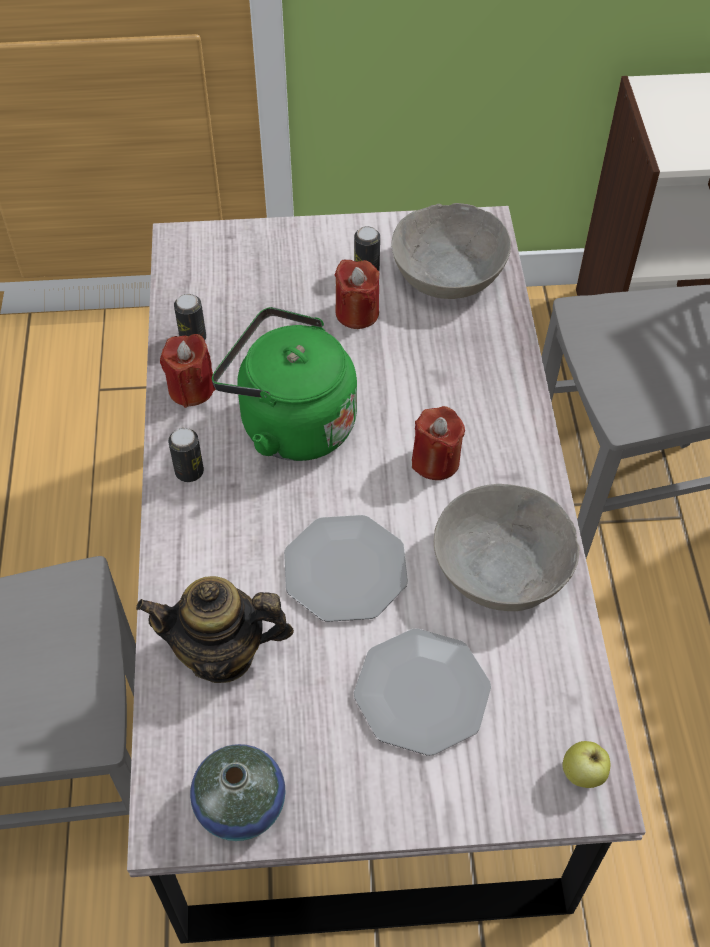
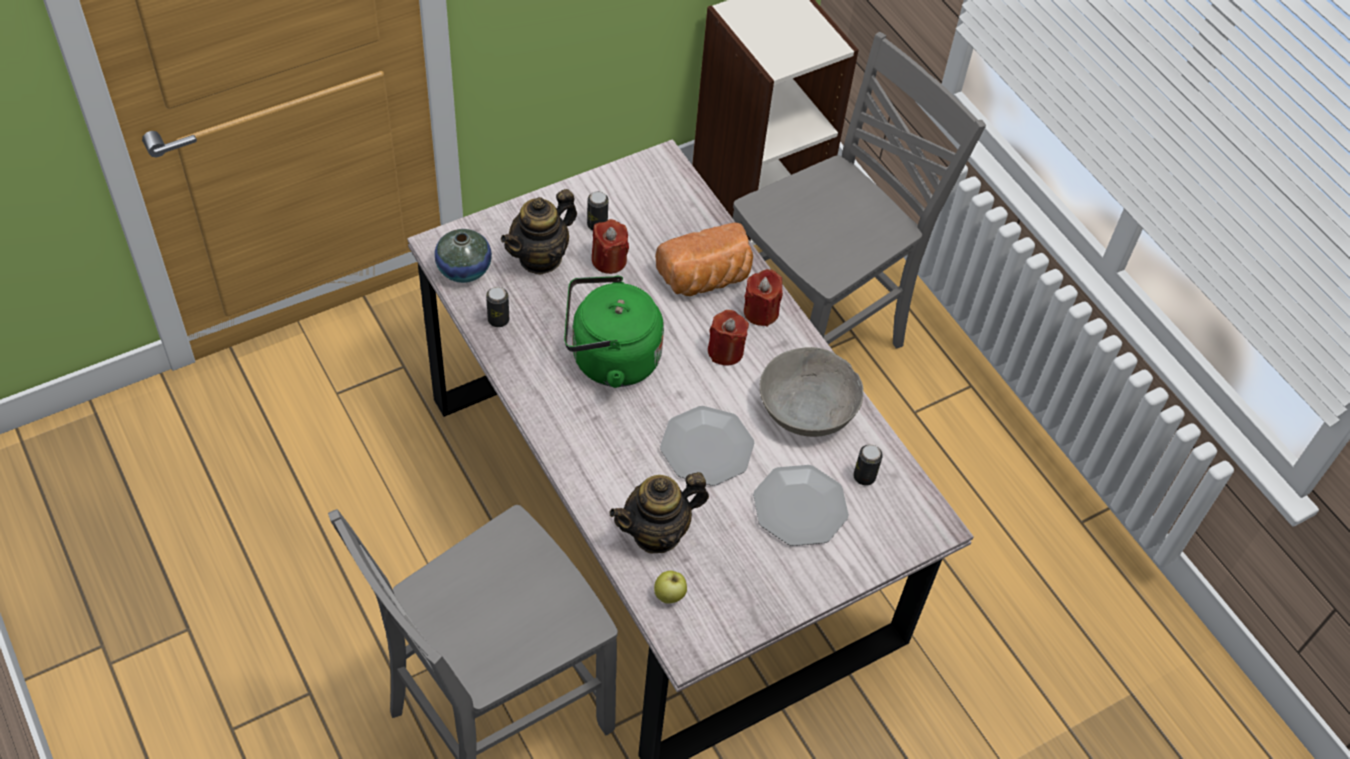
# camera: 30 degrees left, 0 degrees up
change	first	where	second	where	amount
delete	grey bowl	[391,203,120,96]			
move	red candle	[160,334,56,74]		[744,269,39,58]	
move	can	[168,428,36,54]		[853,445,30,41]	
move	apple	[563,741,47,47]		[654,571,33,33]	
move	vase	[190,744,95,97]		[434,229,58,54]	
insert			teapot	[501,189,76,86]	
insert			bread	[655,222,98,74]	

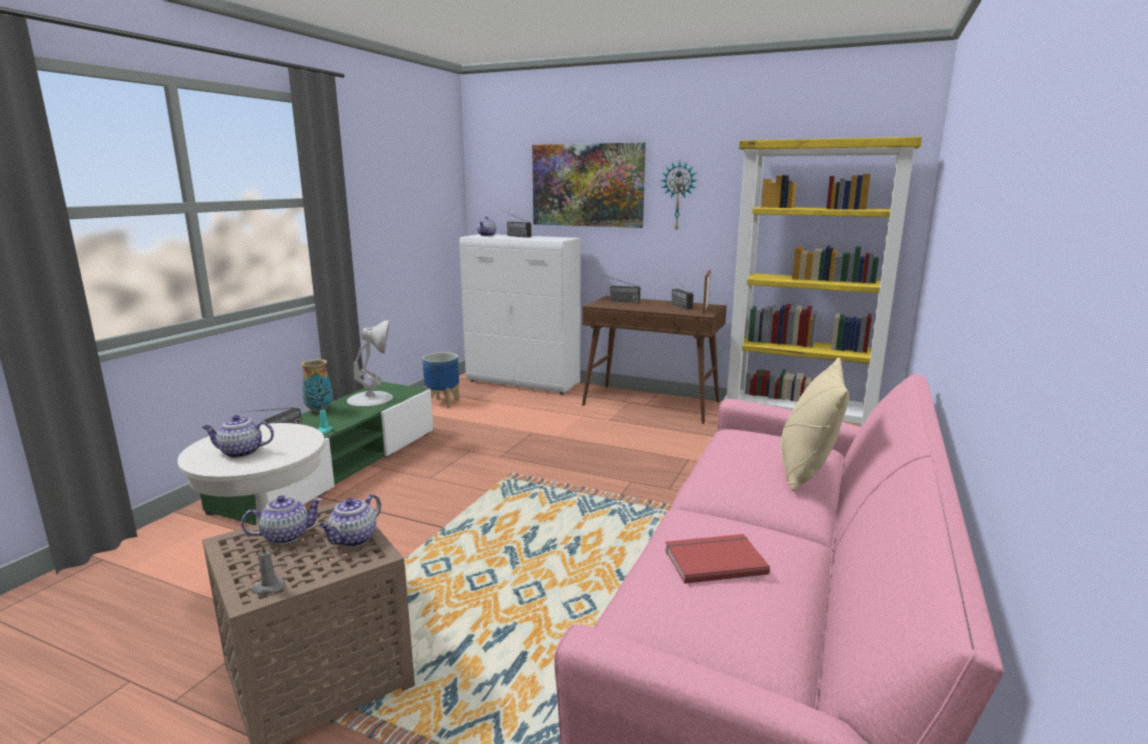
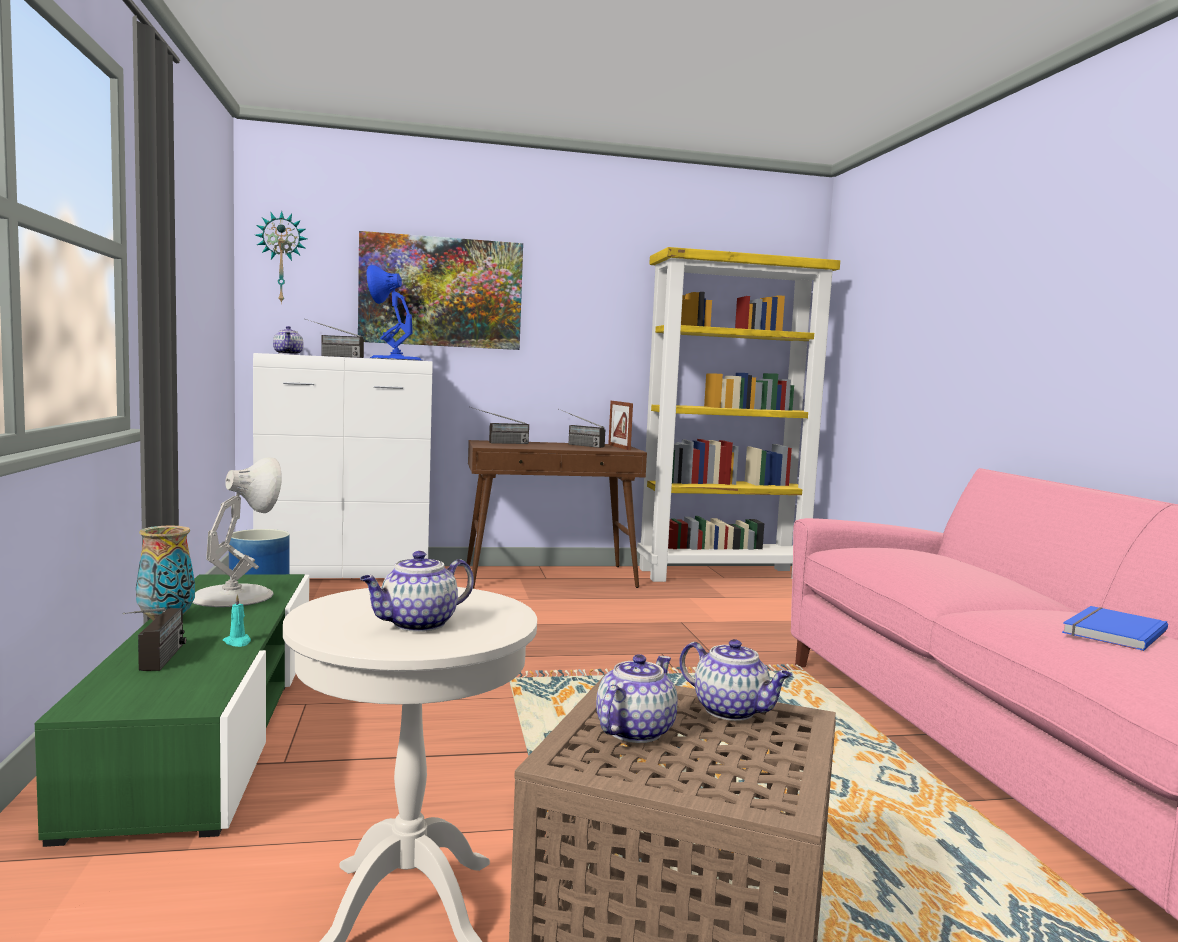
# camera: 35 degrees left, 10 degrees down
change	first	where	second	where	amount
move	wall clock	[660,161,38,71]		[256,211,51,93]	
delete	beige pillow	[781,358,68,133]			
rotate	teapot	[319,494,62,53]		[679,639,113,82]	45 degrees counterclockwise
recolor	red book	[665,534,105,50]	blue book	[1062,606,106,45]	
delete	grey candle	[251,543,34,52]			
insert			blue table lamp	[367,265,56,96]	

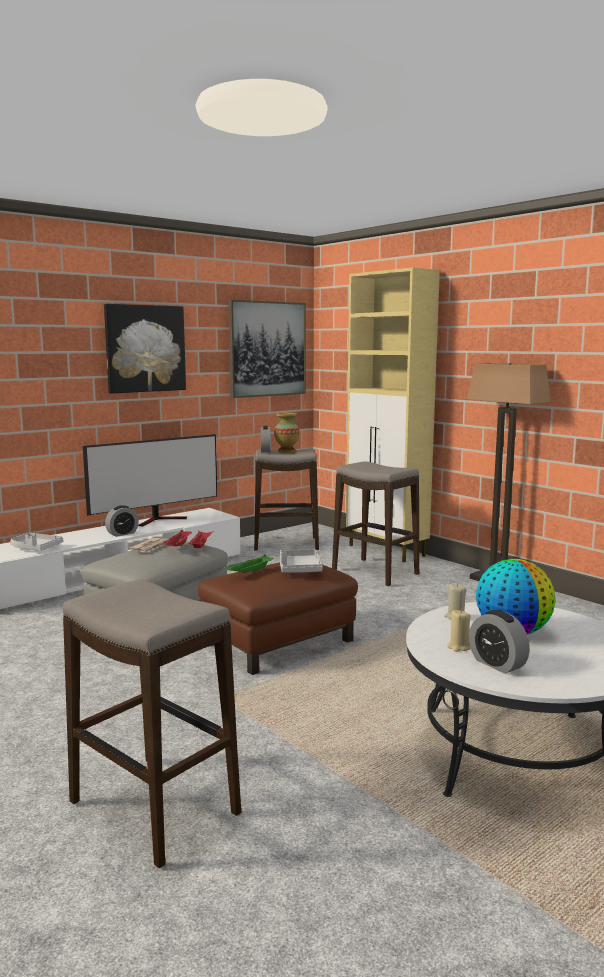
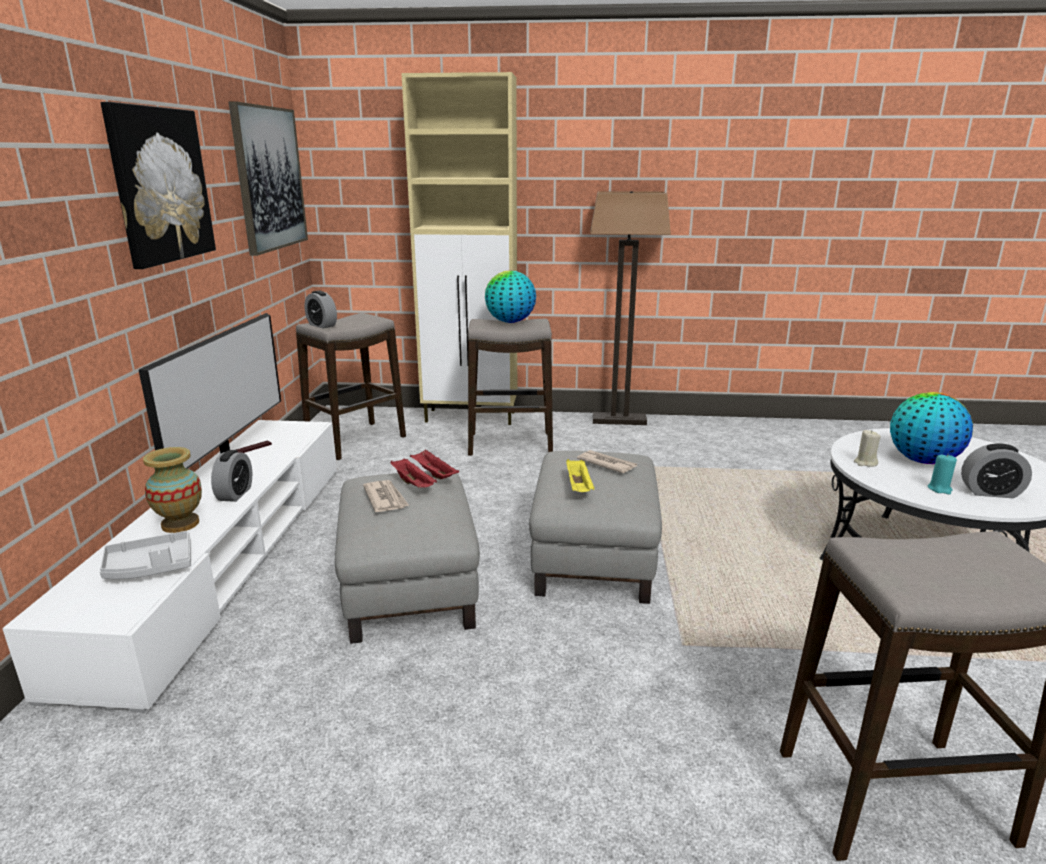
# camera: 45 degrees left, 10 degrees up
change	first	where	second	where	amount
move	vase	[274,413,25,40]		[143,447,59,86]	
replace	grey tray	[280,550,42,23]	newspaper	[577,450,60,24]	
recolor	green tray	[225,555,48,18]	yellow tray	[566,459,28,33]	
recolor	brown ottoman	[198,562,160,113]	grey ottoman	[529,451,133,153]	
recolor	beige candle	[447,610,24,42]	turquoise candle	[928,455,29,39]	
insert			globe	[485,271,51,52]	

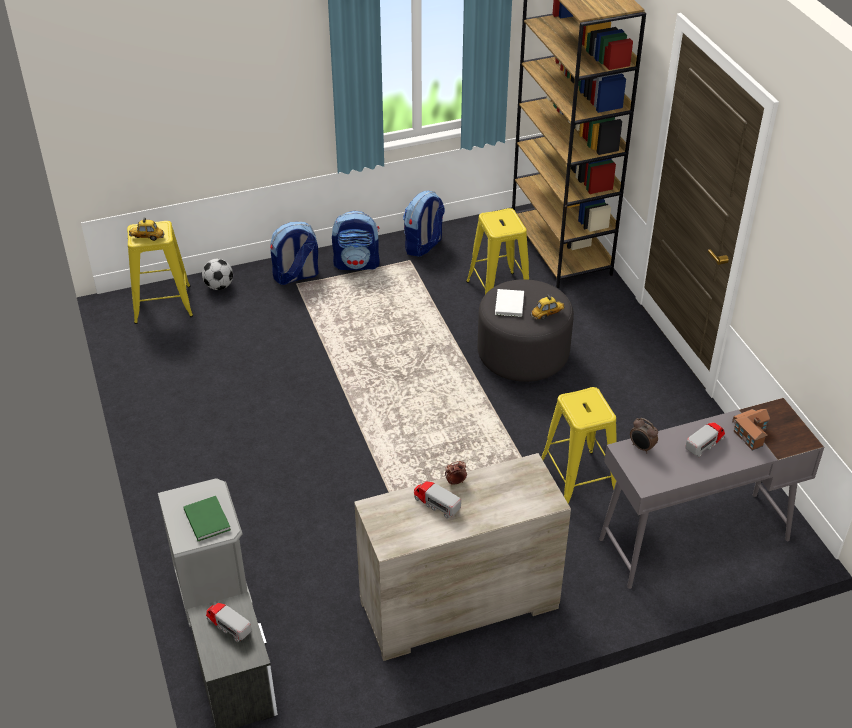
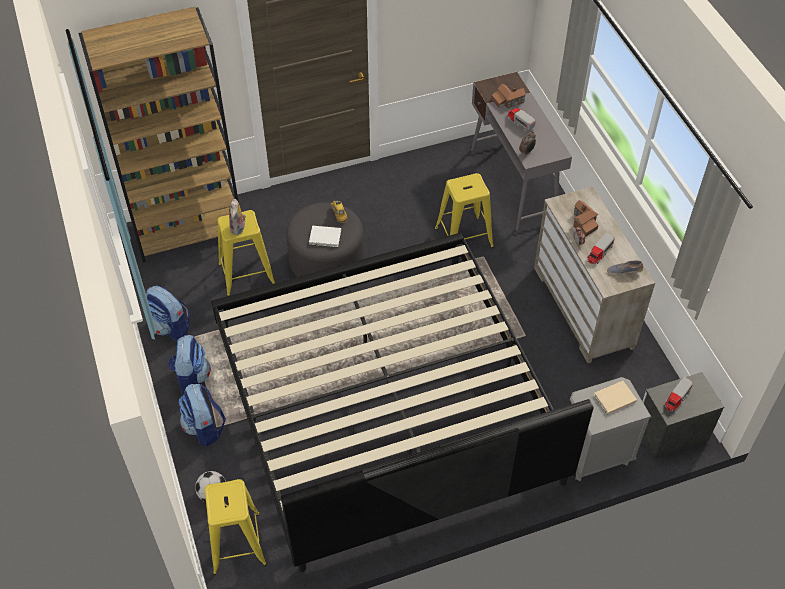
# camera: 90 degrees left, 10 degrees up
change	first	where	second	where	amount
delete	toy car	[129,217,35,24]			
recolor	green book	[184,496,47,45]	beige book	[594,381,43,34]	
insert			plush toy	[229,199,17,36]	
insert			toy house	[573,200,25,37]	
insert			bed	[211,233,382,339]	
insert			shoe	[607,261,36,14]	

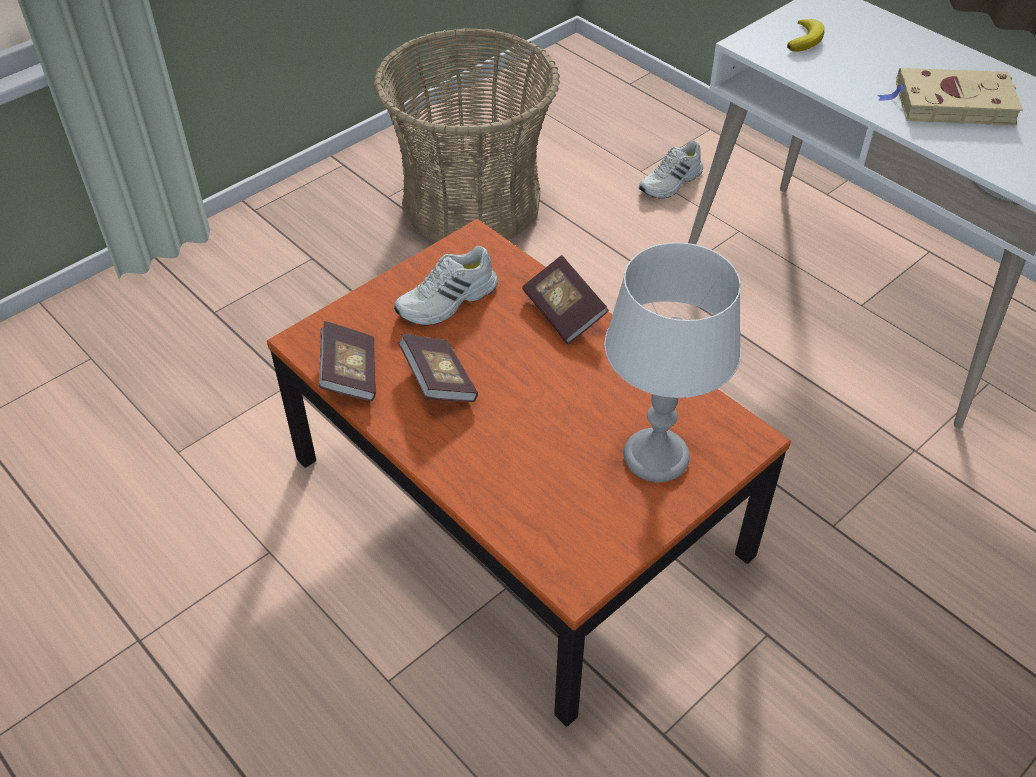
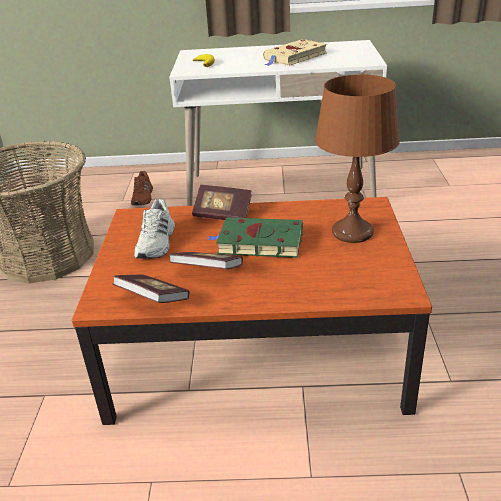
# camera: 45 degrees left, 15 degrees down
change	first	where	second	where	amount
recolor	white shoe	[639,140,64,59]	brown shoe	[131,171,22,34]	
recolor	grey table lamp	[604,242,137,240]	brown table lamp	[315,74,85,169]	
insert			green book	[208,217,95,41]	

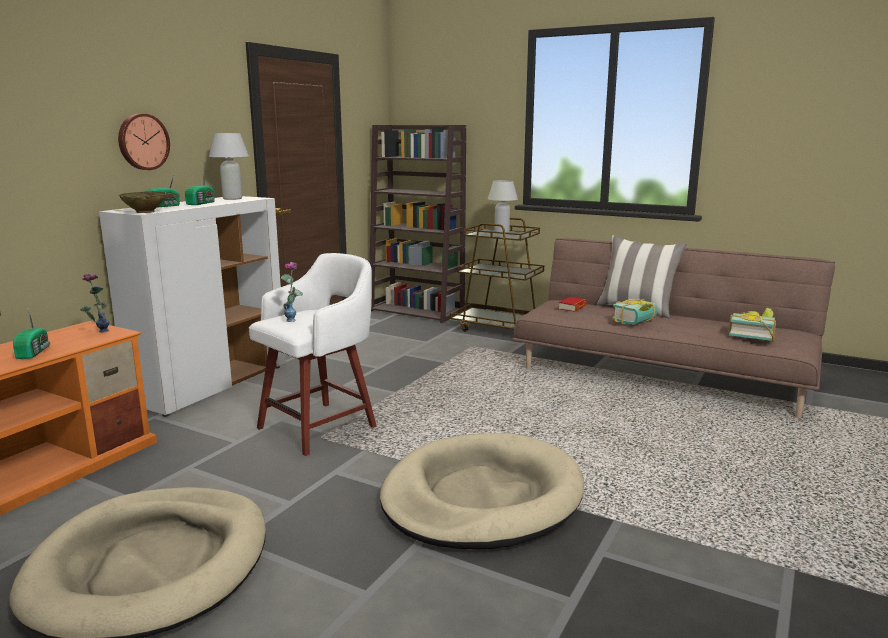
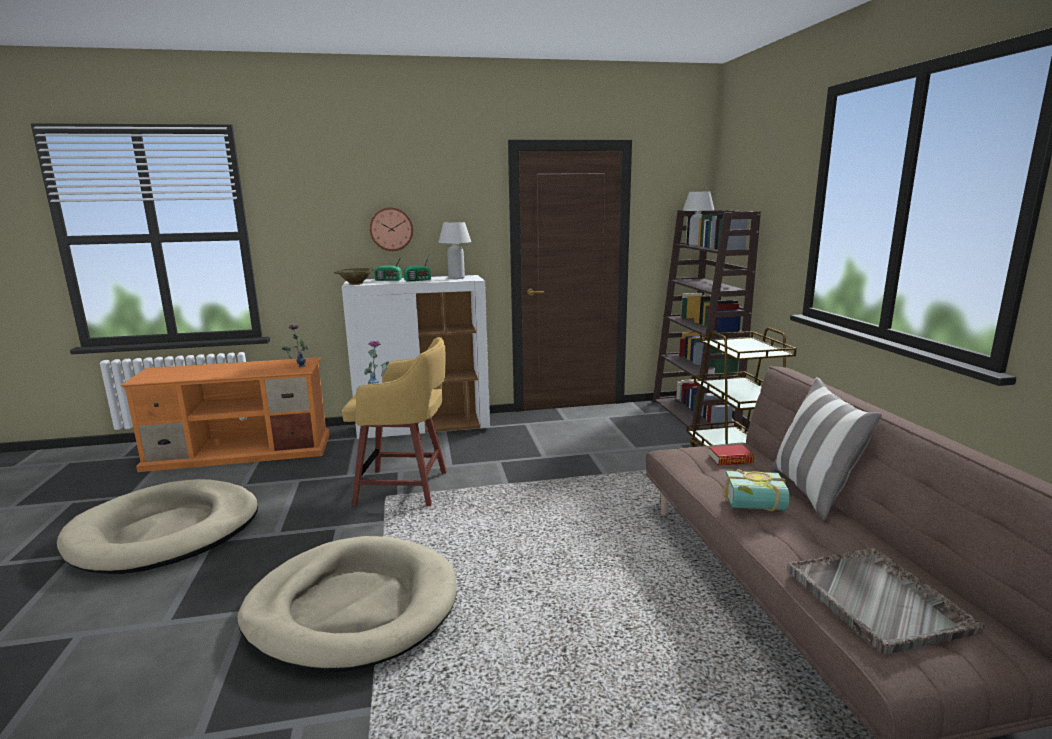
# camera: 50 degrees right, 0 degrees up
change	first	where	second	where	amount
move	white table lamp	[488,180,30,53]		[683,192,31,53]	
recolor	white stool	[249,253,128,203]	yellow stool	[342,337,105,169]	
delete	radio	[13,308,37,51]			
replace	book	[728,308,48,33]	grey tray	[787,548,197,107]	

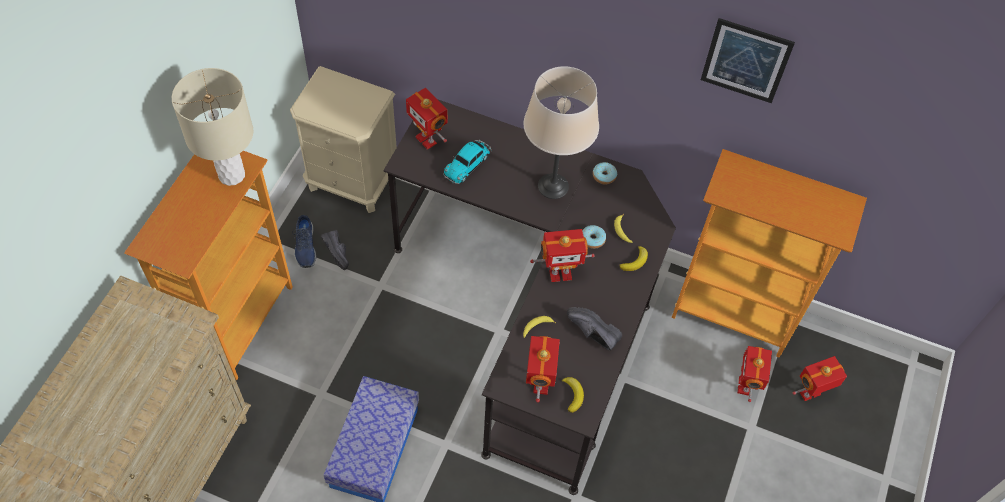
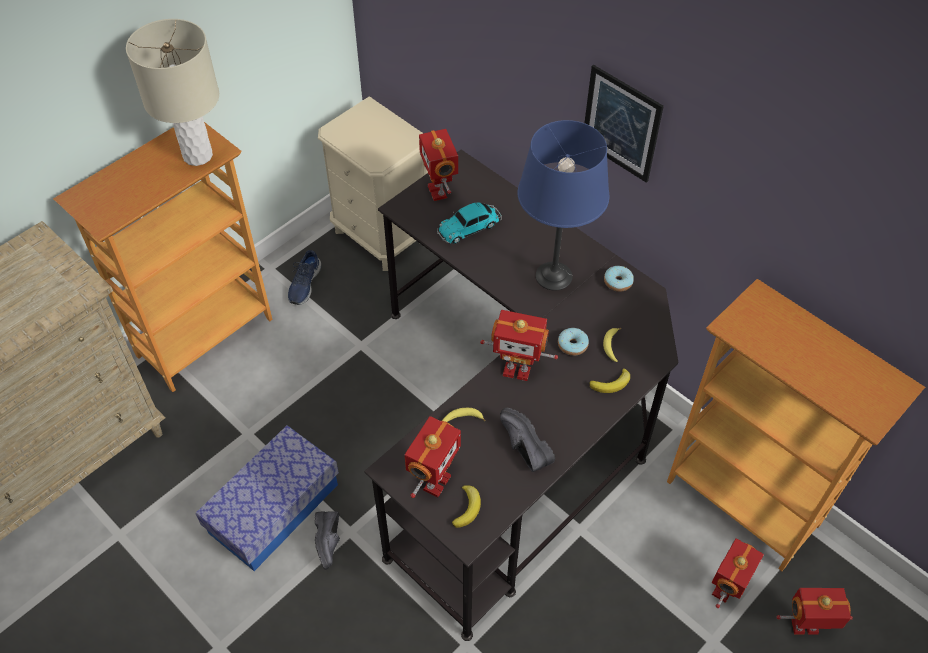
# camera: 25 degrees right, 5 degrees down
change	first	where	second	where	amount
move	picture	[701,18,94,85]		[584,65,80,118]	
recolor	beige table lamp	[524,66,75,133]	blue table lamp	[518,120,91,171]	
move	black shoe	[321,230,28,40]		[315,511,25,59]	

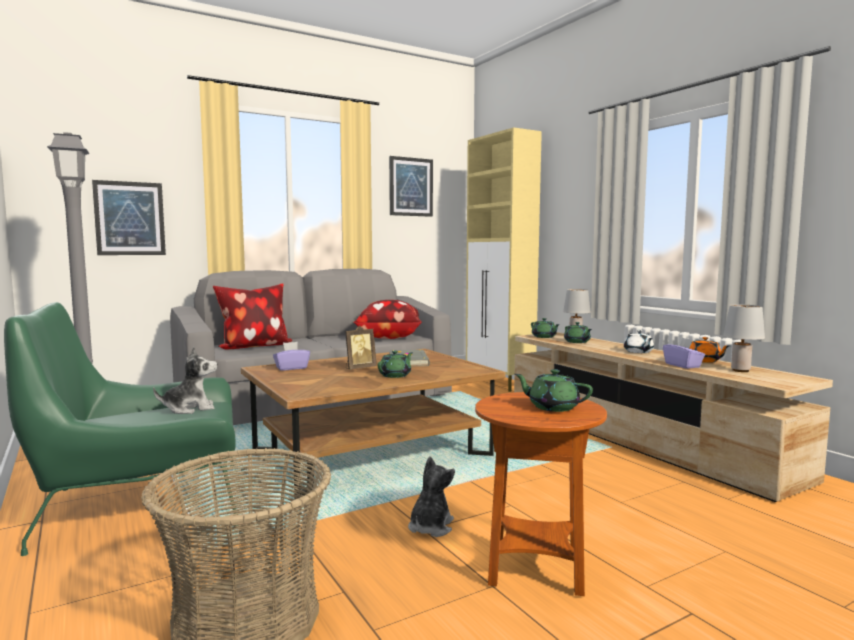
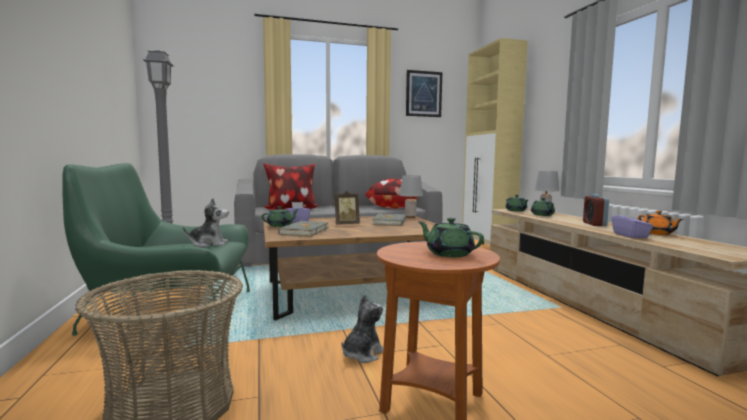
# camera: 15 degrees right, 0 degrees up
change	first	where	second	where	amount
delete	picture	[92,180,74,75]			
move	grey table lamp	[723,304,42,68]		[400,175,23,43]	
replace	white teapot	[624,330,30,23]	alarm clock	[583,194,26,32]	
move	green teapot	[378,351,35,27]		[261,206,38,21]	
insert			grey book	[278,221,51,15]	

